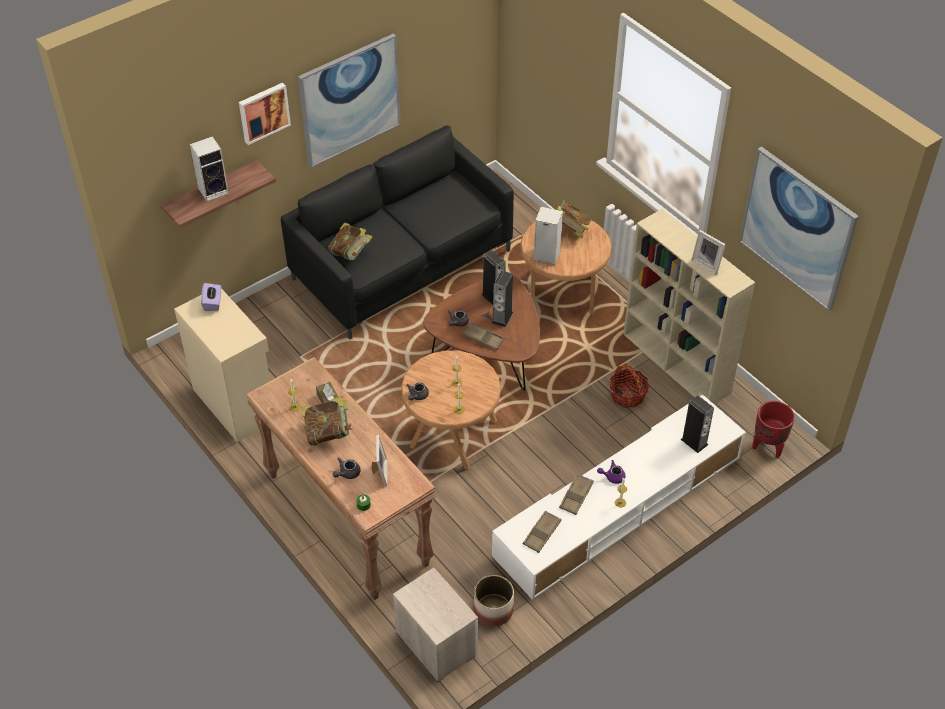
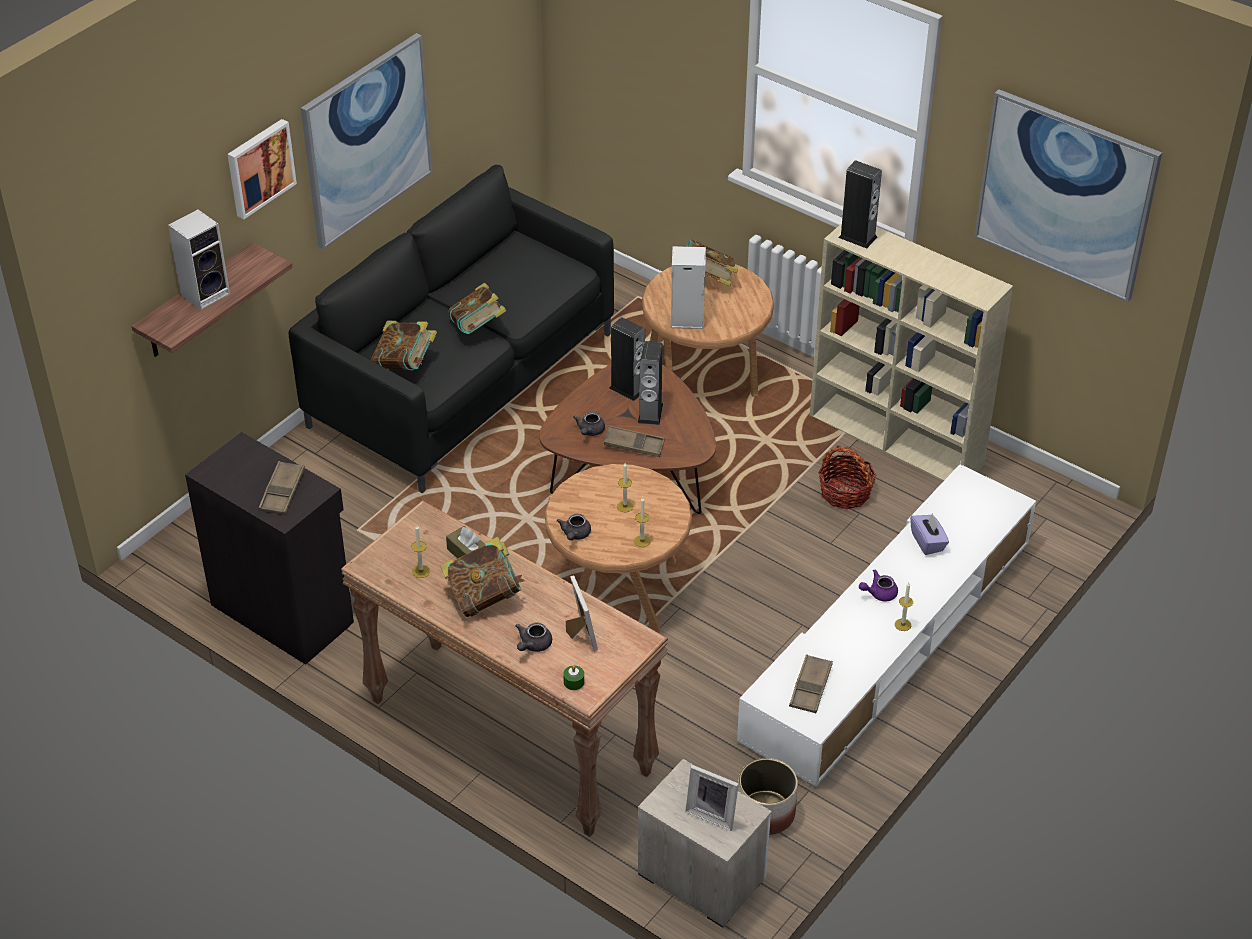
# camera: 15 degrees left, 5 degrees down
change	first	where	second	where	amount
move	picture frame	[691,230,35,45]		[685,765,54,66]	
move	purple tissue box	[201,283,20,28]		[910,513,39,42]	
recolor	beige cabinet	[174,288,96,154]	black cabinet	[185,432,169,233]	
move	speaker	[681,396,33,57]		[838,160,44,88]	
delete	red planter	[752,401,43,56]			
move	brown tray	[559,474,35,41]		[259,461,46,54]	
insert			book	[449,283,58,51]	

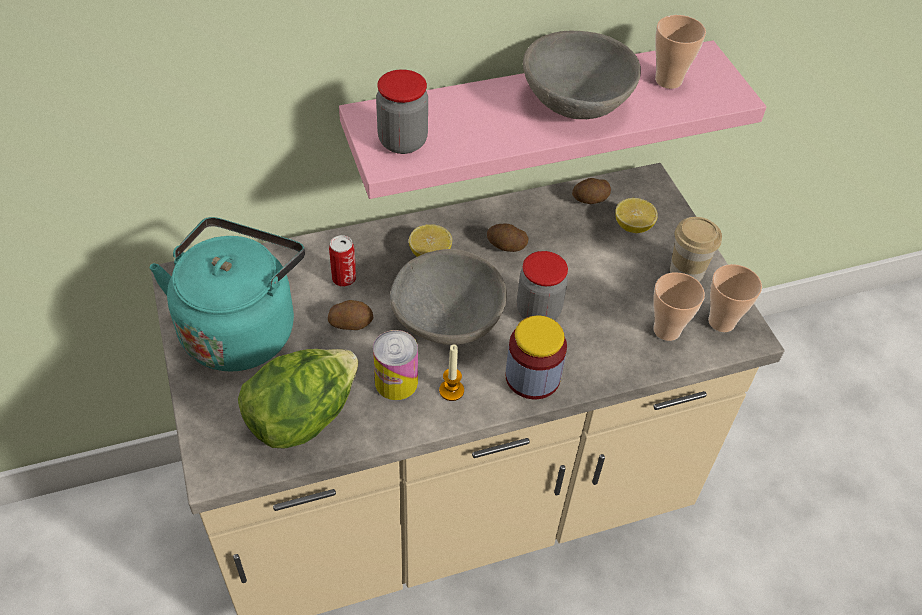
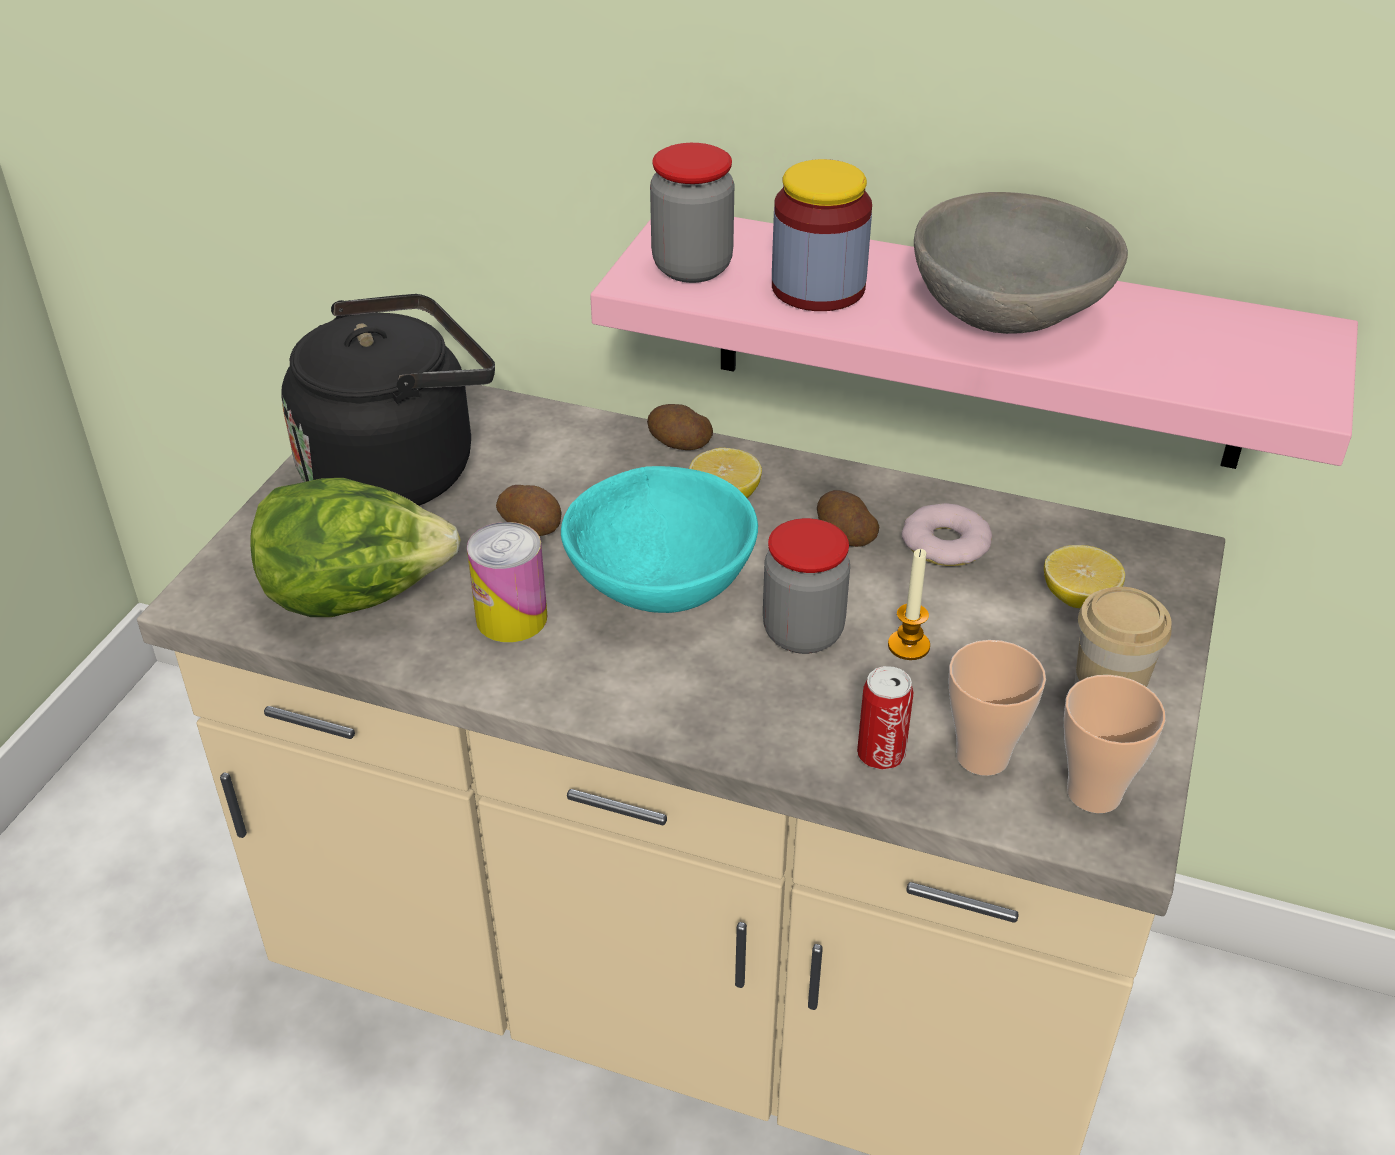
# camera: 40 degrees right, 10 degrees down
change	first	where	second	where	amount
delete	cup	[655,15,51,74]			
move	potato	[572,178,39,26]		[647,404,66,46]	
recolor	turquoise kettle	[150,217,155,155]	black kettle	[281,294,214,212]	
move	can	[329,235,27,52]		[857,666,57,104]	
recolor	grey bowl	[390,249,117,96]	turquoise bowl	[561,466,197,147]	
move	jar	[505,316,62,83]		[772,159,100,152]	
move	candle	[439,344,25,57]		[888,549,42,111]	
insert			donut	[902,503,90,63]	

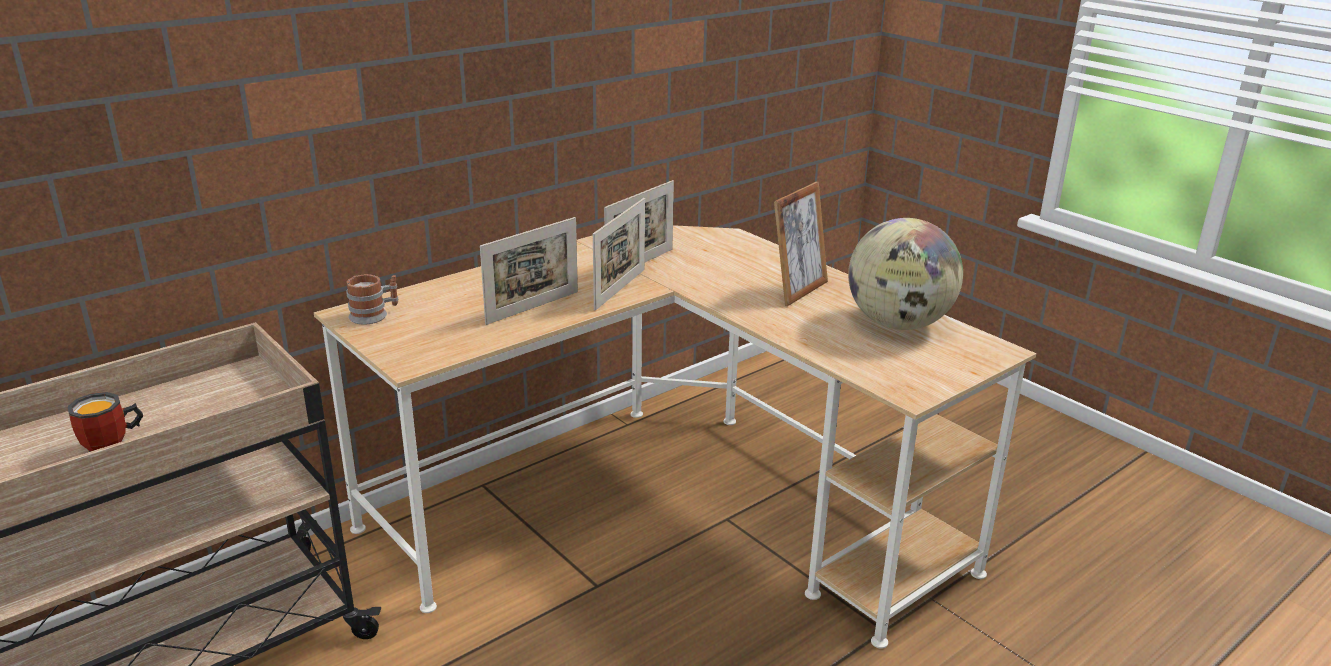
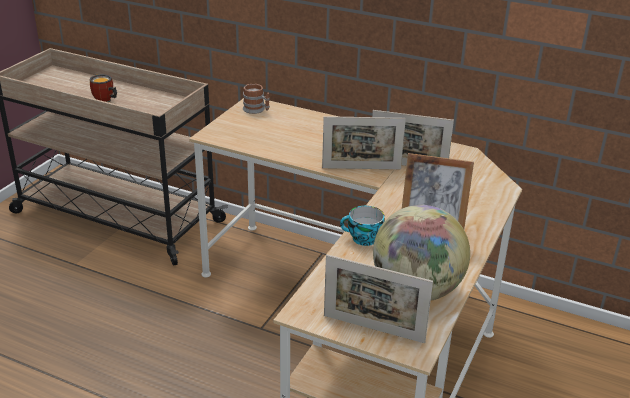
# camera: 65 degrees right, 5 degrees up
change	first	where	second	where	amount
move	picture frame	[480,217,98,108]		[324,255,109,88]	
insert			cup	[340,206,45,40]	

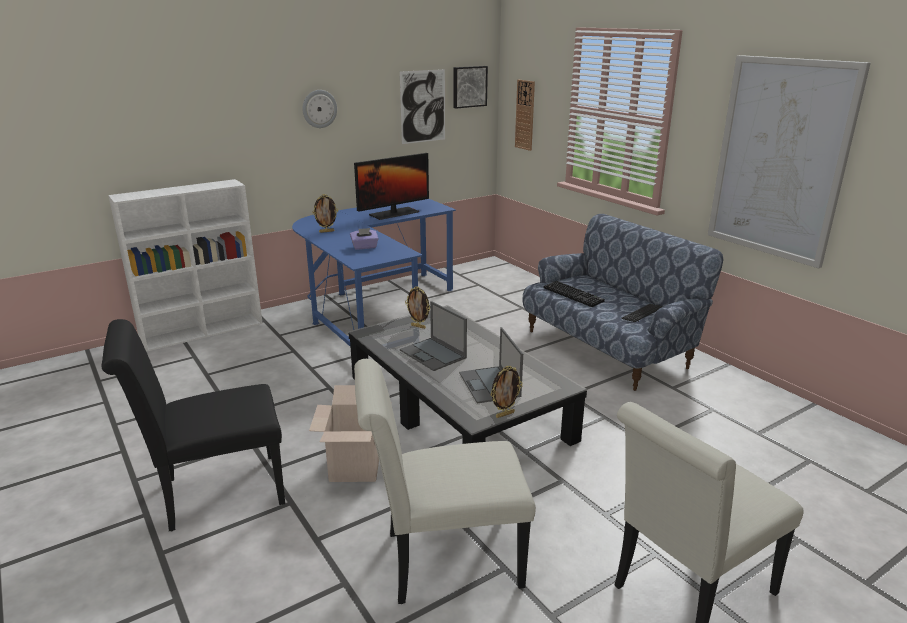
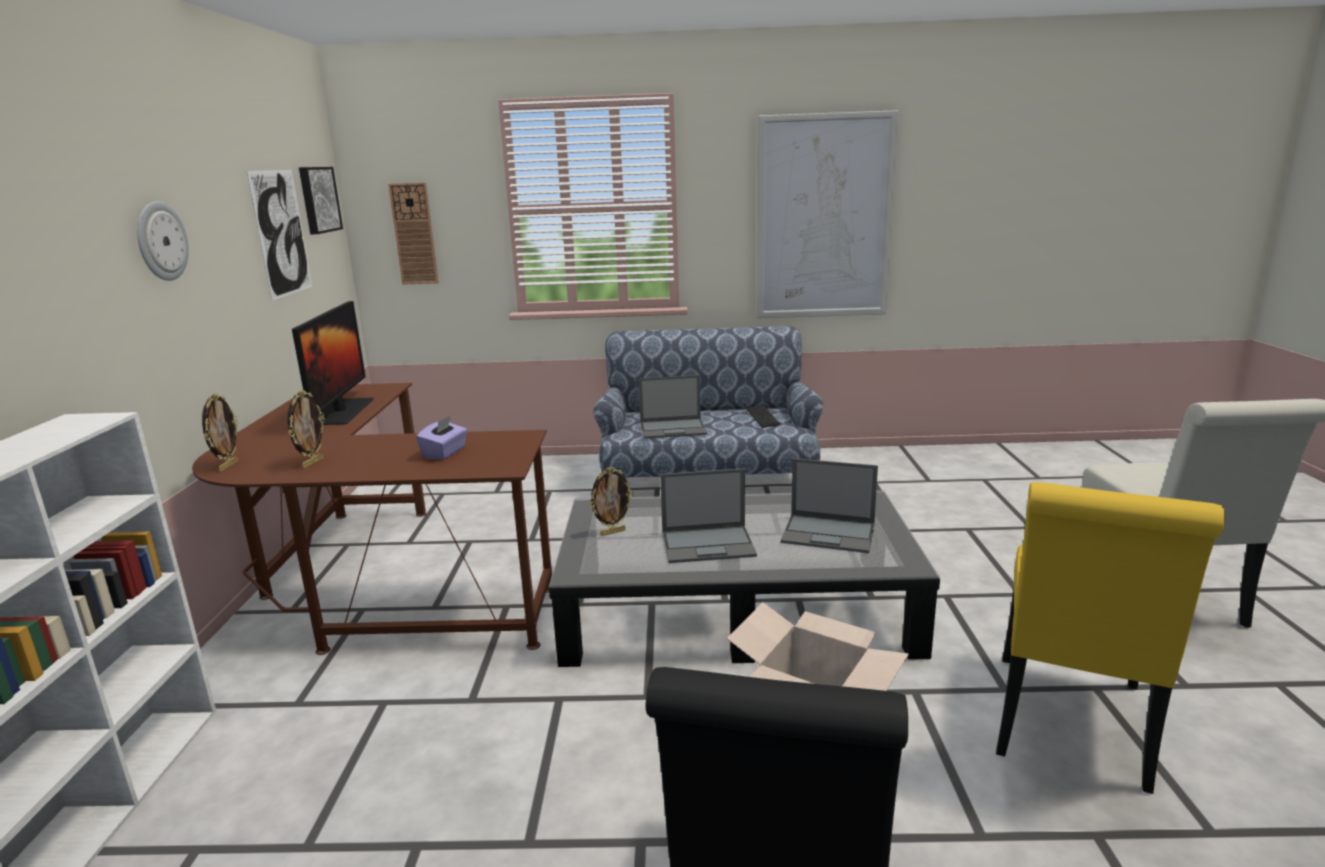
# camera: 55 degrees left, 5 degrees down
change	first	where	second	where	amount
recolor	blue desk	[292,199,164,147]	brown desk	[192,383,360,272]	
replace	keyboard	[544,281,61,26]	laptop	[638,375,69,64]	
recolor	white chair	[354,359,182,245]	yellow chair	[996,482,229,312]	
move	picture frame	[491,366,32,52]		[202,393,37,78]	

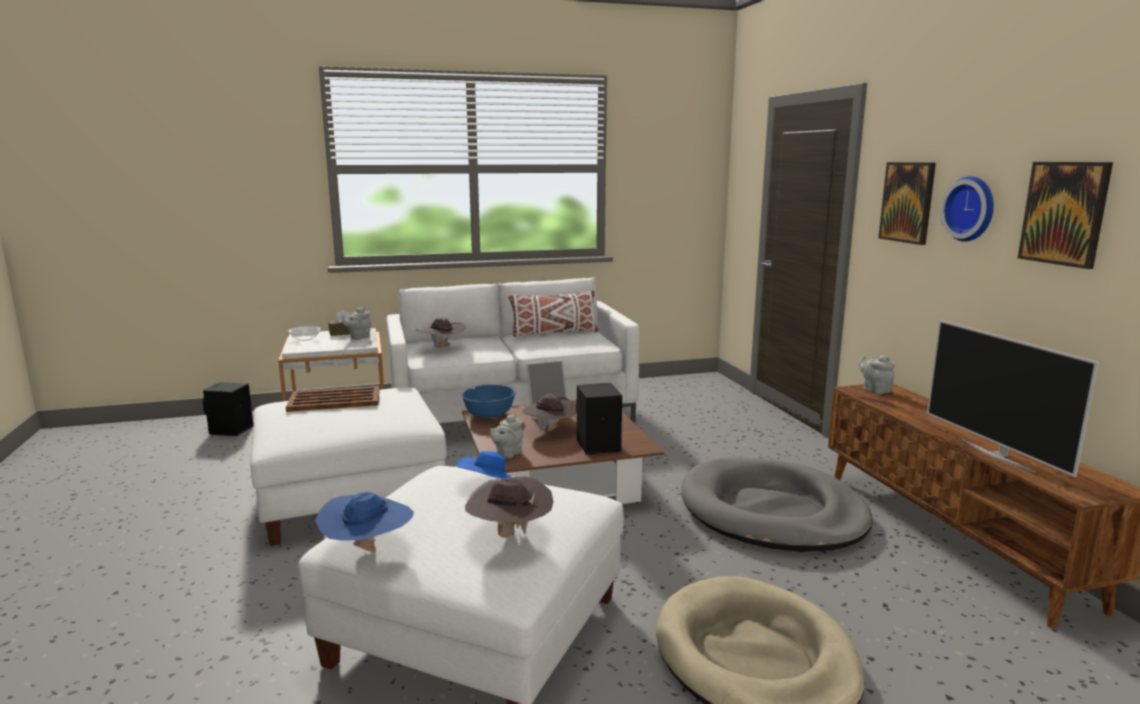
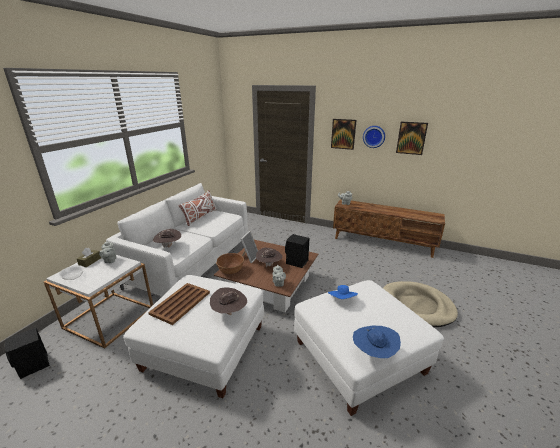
# camera: 50 degrees left, 10 degrees up
change	first	where	second	where	amount
delete	television	[927,320,172,157]			
recolor	blue bowl	[462,385,54,33]	brown bowl	[216,253,28,21]	
delete	grey dog bed	[681,458,192,94]			
move	brown hat	[465,476,89,61]		[210,288,37,27]	

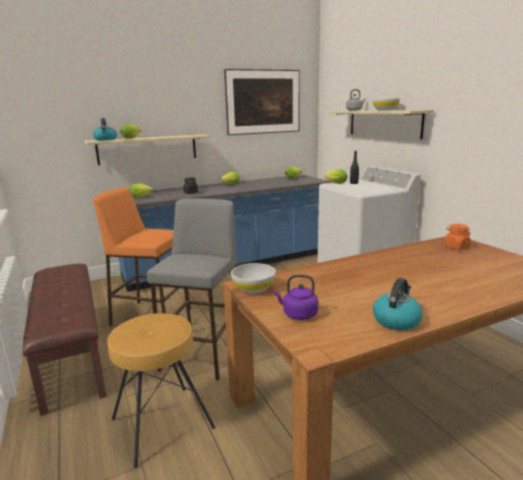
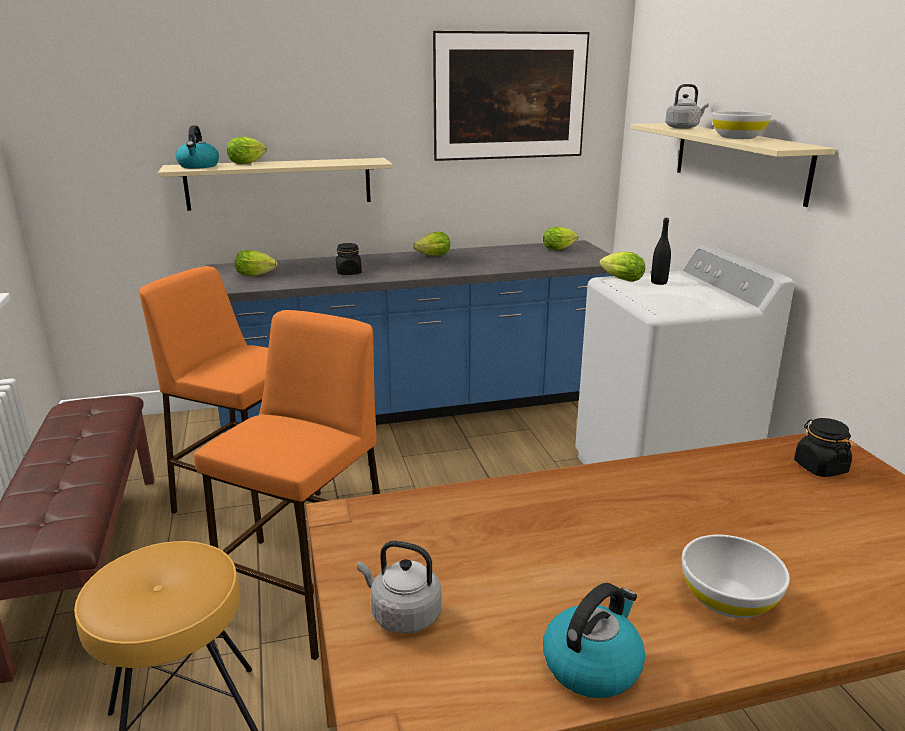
# camera: 10 degrees right, 5 degrees up
change	first	where	second	where	amount
recolor	grey stool	[147,198,90,182]	orange stool	[194,310,186,350]	
recolor	orange jar	[444,224,27,26]	black jar	[794,418,58,59]	
move	white bowl	[231,263,45,30]		[682,535,108,83]	
recolor	purple kettle	[274,275,44,45]	grey kettle	[357,541,85,93]	

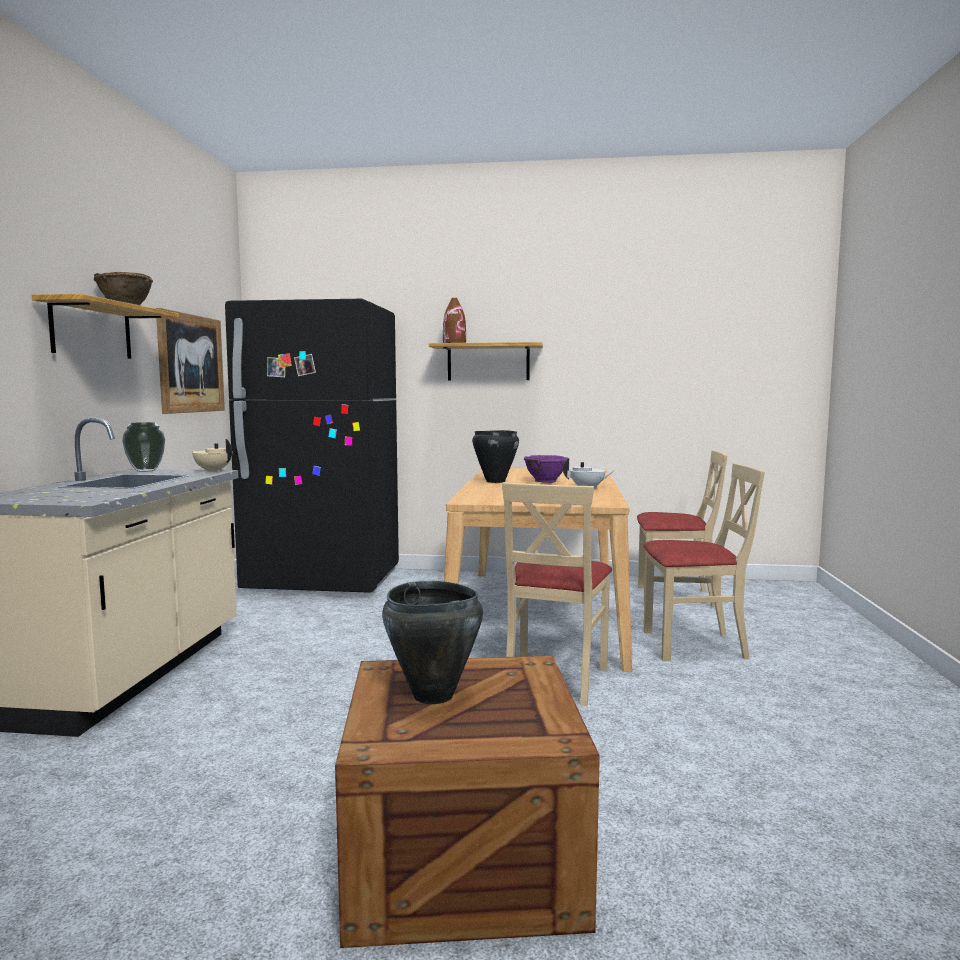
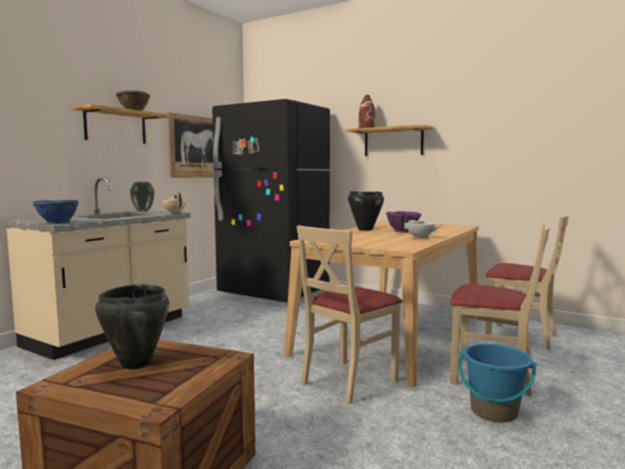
# camera: 25 degrees right, 0 degrees up
change	first	where	second	where	amount
insert			blue bowl	[33,200,46,24]	
insert			blue bucket	[458,344,79,78]	

